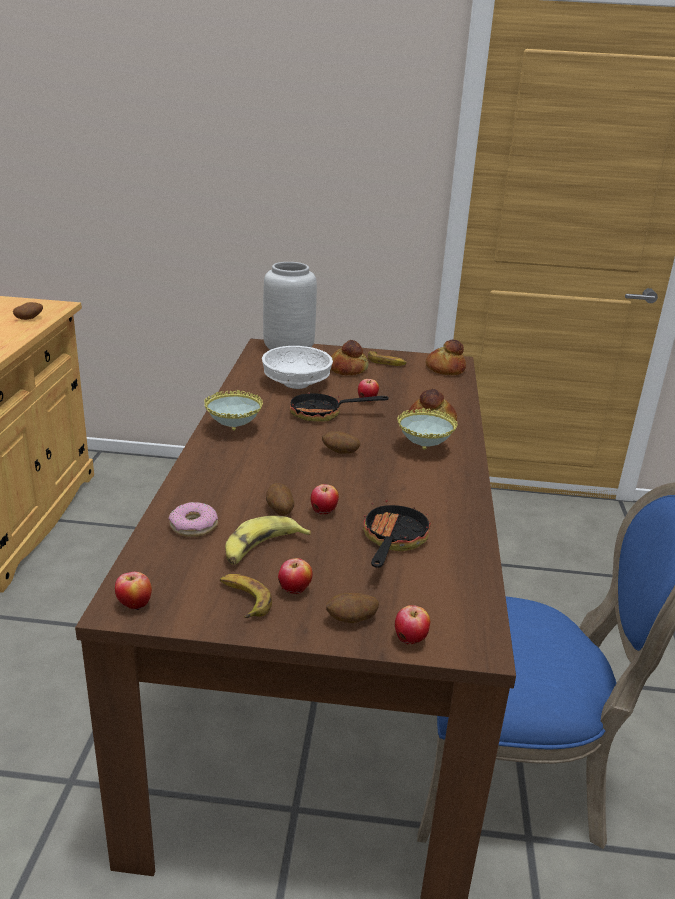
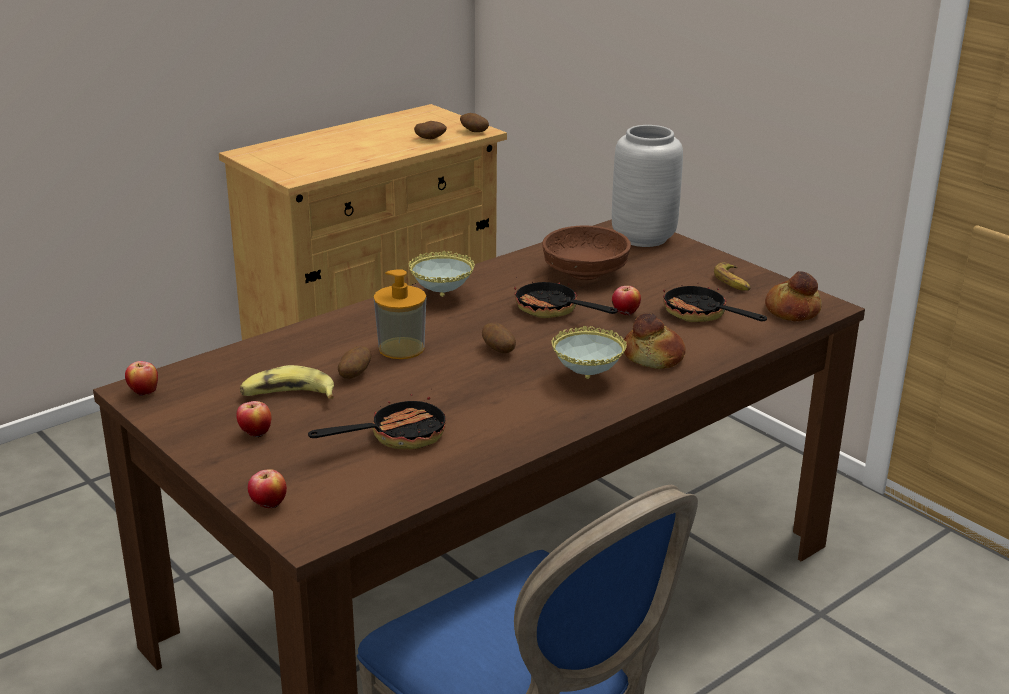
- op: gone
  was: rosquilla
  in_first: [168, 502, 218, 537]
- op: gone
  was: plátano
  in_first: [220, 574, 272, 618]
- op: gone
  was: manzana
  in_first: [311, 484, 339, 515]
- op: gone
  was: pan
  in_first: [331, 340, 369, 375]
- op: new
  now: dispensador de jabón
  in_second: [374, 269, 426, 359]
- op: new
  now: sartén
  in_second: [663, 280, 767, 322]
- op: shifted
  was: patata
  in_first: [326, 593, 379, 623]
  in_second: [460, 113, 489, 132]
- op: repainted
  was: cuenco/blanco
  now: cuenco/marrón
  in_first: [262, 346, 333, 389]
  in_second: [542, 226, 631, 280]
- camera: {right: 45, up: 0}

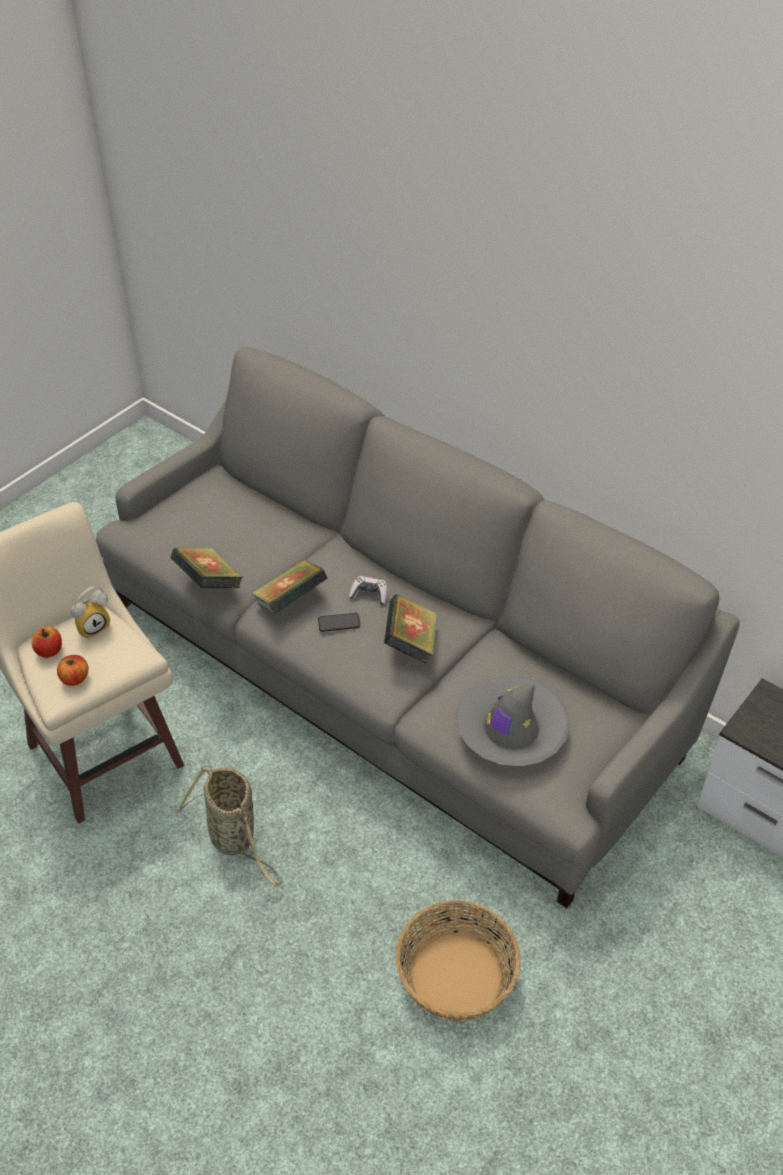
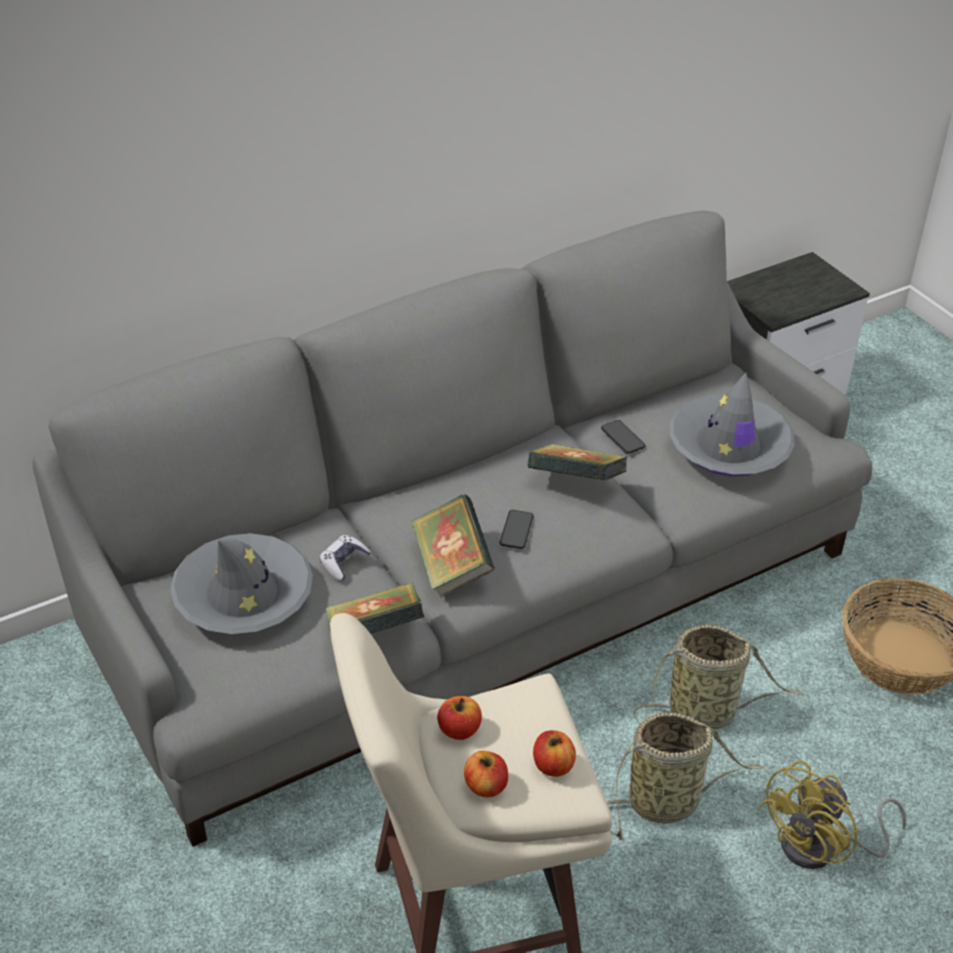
- op: new
  now: sombrero/gris
  in_second: [170, 533, 313, 634]
- op: new
  now: móvil
  in_second: [601, 420, 646, 454]
- op: new
  now: cesta
  in_second: [633, 624, 804, 730]
- op: new
  now: ventilador/amarillo
  in_second: [759, 760, 906, 869]
- op: shifted
  was: mando de consola
  in_first: [349, 576, 387, 605]
  in_second: [320, 535, 371, 581]
- op: swapped
  was: despertador
  now: manzana
  in_first: [71, 586, 110, 639]
  in_second: [437, 696, 482, 740]
- camera: {right: -70, up: -5}

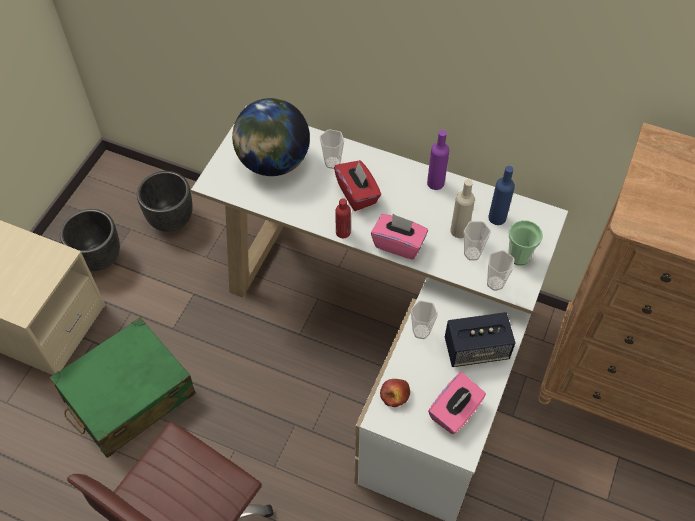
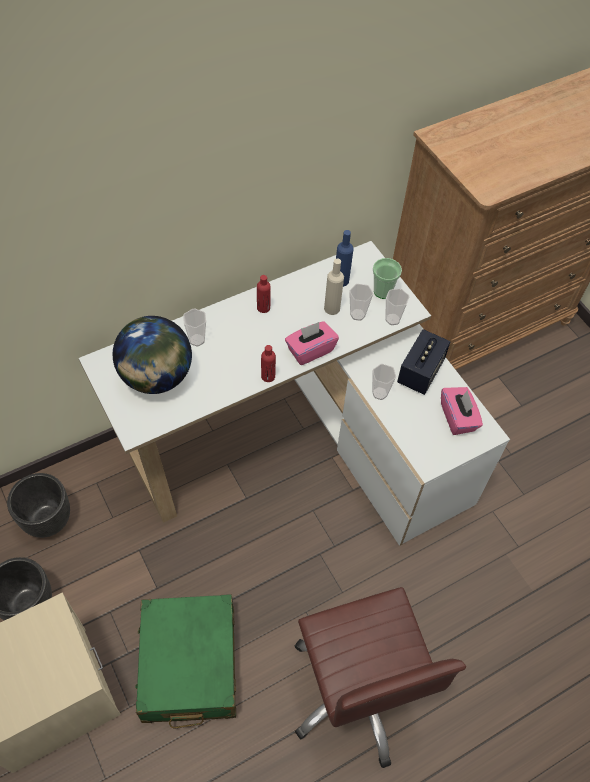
- op: gone
  was: caja de pañuelos/rojo
  in_first: [334, 160, 381, 211]
- op: gone
  was: manzana
  in_first: [380, 379, 410, 407]
- op: gone
  was: botella/morado
  in_first: [427, 130, 450, 190]
- op: new
  now: botella/rojo
  in_second: [257, 275, 271, 313]
- camera: {right: -55, up: 0}

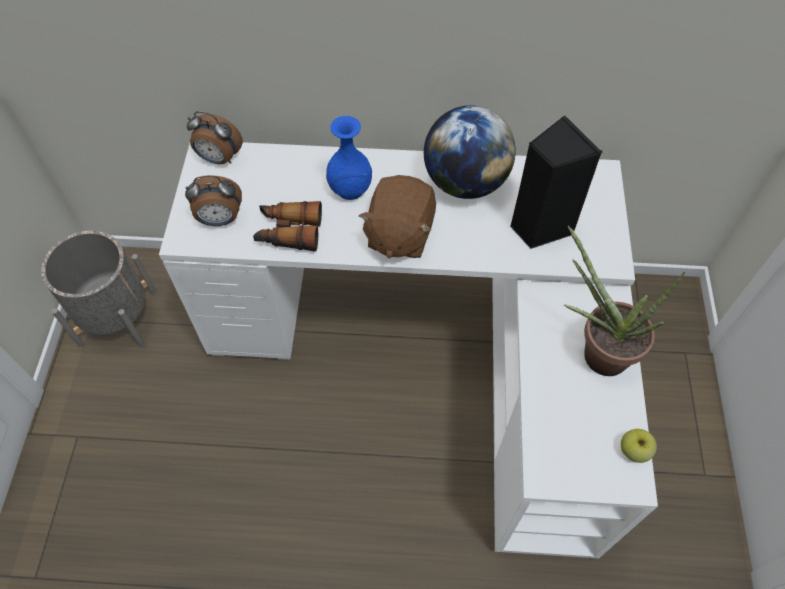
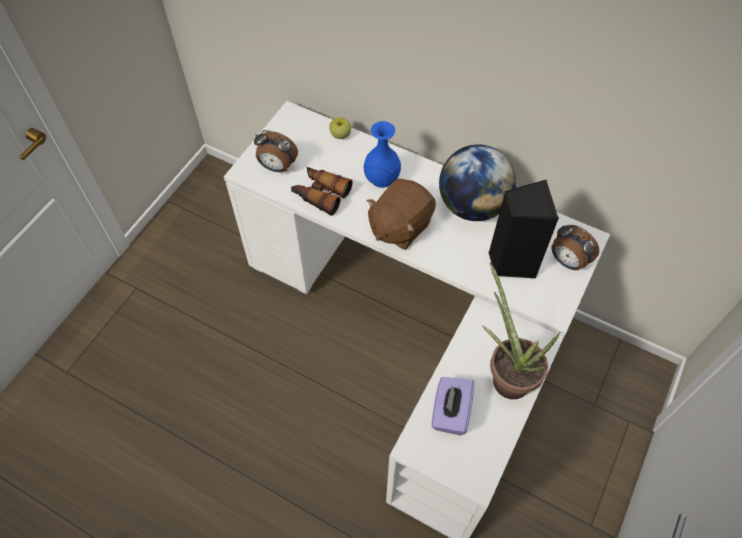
- op: gone
  was: maceta/gris
  in_first: [41, 231, 157, 348]
- op: new
  now: caja de pañuelos/morado
  in_second: [432, 377, 474, 435]
- op: shifted
  was: despertador
  in_first: [187, 111, 243, 164]
  in_second: [551, 225, 599, 270]
- op: shifted
  was: manzana
  in_first: [621, 429, 657, 463]
  in_second: [329, 118, 351, 139]
- camera: {right: 25, up: 0}

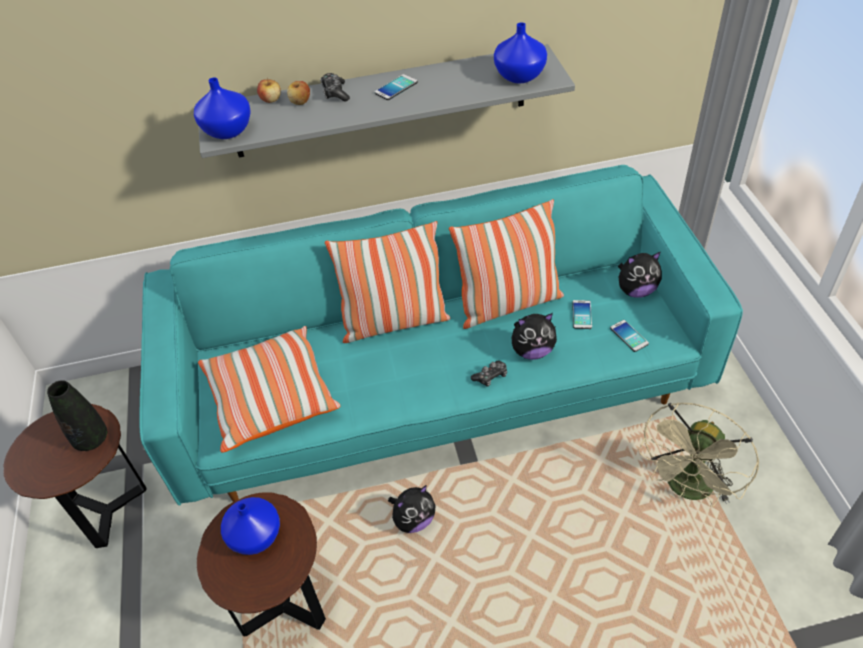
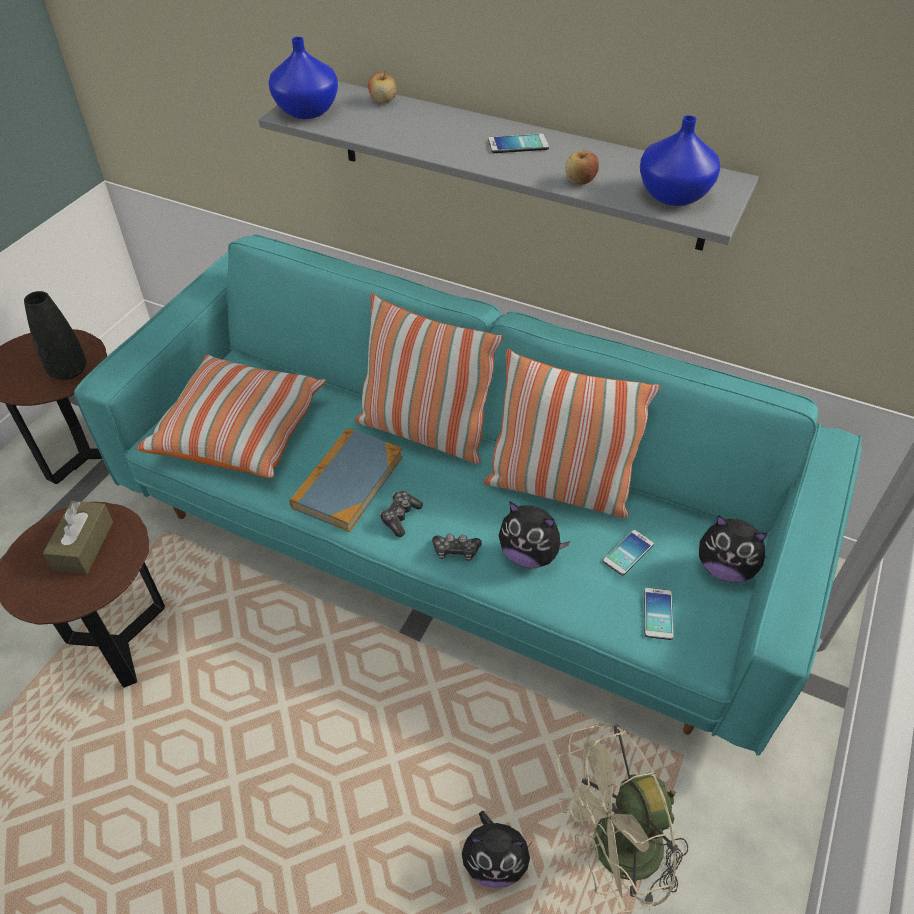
- op: new
  now: libro
  in_second: [290, 428, 403, 532]
- op: shifted
  was: manzana
  in_first: [287, 81, 310, 105]
  in_second: [565, 151, 599, 185]
- op: shifted
  was: mando de consola
  in_first: [320, 73, 350, 102]
  in_second: [380, 491, 423, 537]
- op: shifted
  was: peluche
  in_first: [388, 485, 436, 533]
  in_second: [462, 811, 534, 888]
- op: swapped
  was: florero/azul
  now: caja de pañuelos/marrón
  in_first: [221, 497, 280, 555]
  in_second: [43, 501, 113, 574]
- camera: {right: 35, up: 0}

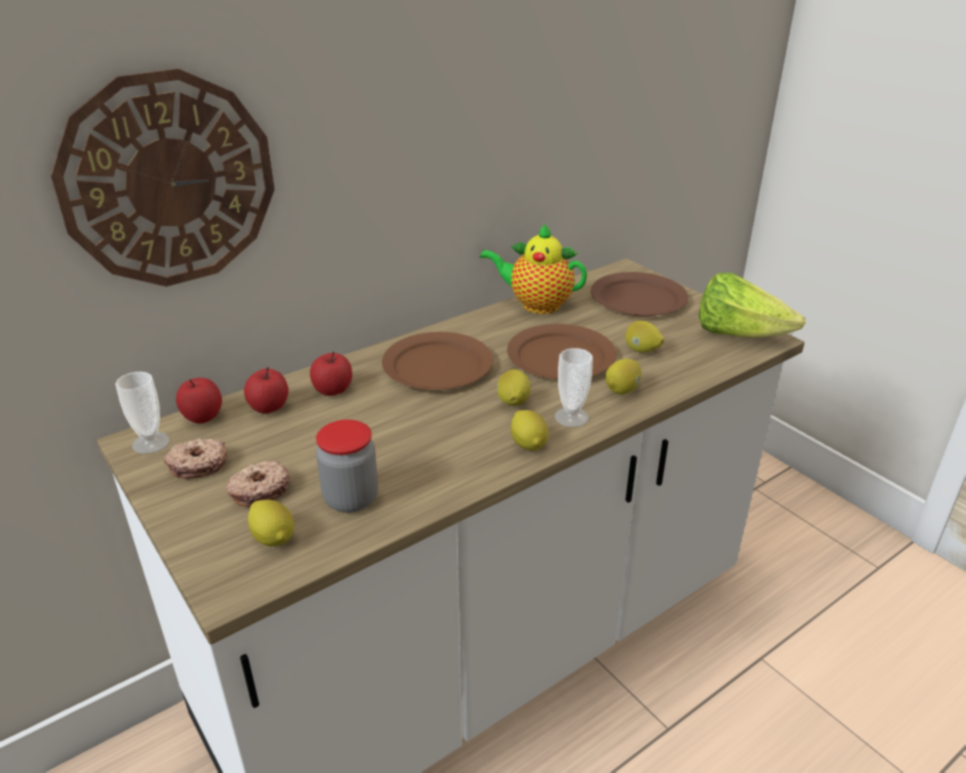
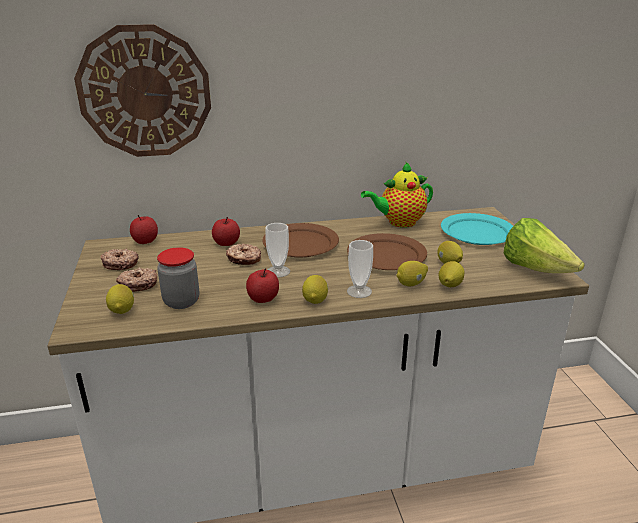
- op: new
  now: rosquilla
  in_second: [226, 244, 261, 265]
- op: shifted
  was: taza
  in_first: [115, 372, 170, 454]
  in_second: [265, 223, 290, 277]
- op: shifted
  was: manzana
  in_first: [244, 367, 289, 414]
  in_second: [246, 268, 279, 303]
- op: shifted
  was: limón
  in_first: [497, 369, 530, 406]
  in_second: [439, 261, 464, 287]
- op: repainted
  was: plato/marrón
  now: plato/turquesa
  in_first: [591, 272, 688, 316]
  in_second: [441, 213, 513, 245]
- op: rotated
  was: tetera
  in_first: [480, 223, 587, 314]
  in_second: [361, 161, 433, 228]
  clockwise: -60
- camera: {right: 25, up: -5}

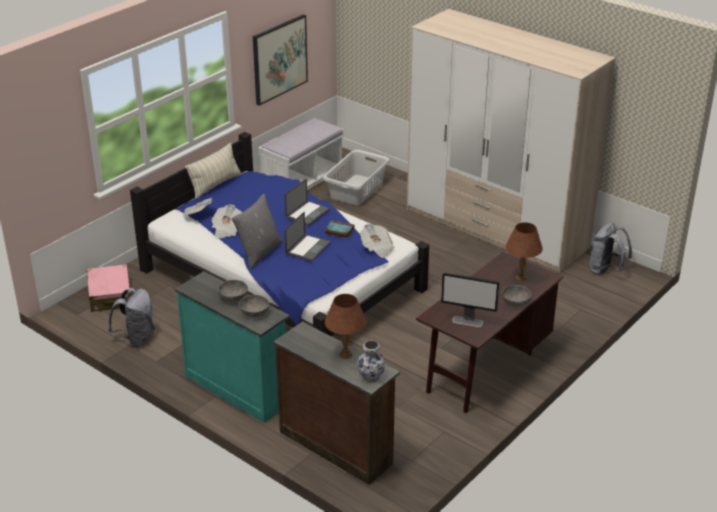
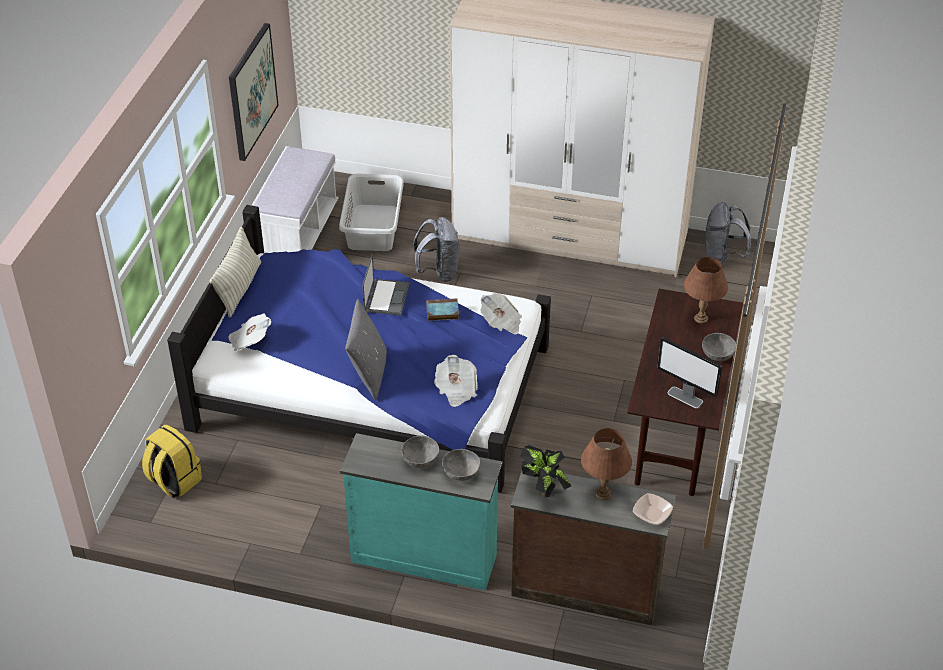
- op: gone
  was: portátil
  in_first: [285, 212, 331, 262]
- op: new
  now: planta en maceta
  in_second: [520, 445, 571, 498]
- op: shifted
  was: mochila/gris
  in_first: [108, 288, 155, 347]
  in_second: [413, 217, 459, 282]
- op: shifted
  was: periódico
  in_first: [212, 205, 242, 238]
  in_second: [434, 355, 477, 407]
- op: swapped
  was: maleta/rosa
  now: mochila/amarillo
  in_first: [87, 264, 131, 312]
  in_second: [142, 425, 202, 498]
- op: swapped
  was: florero
  now: cuenco
  in_first: [357, 340, 385, 383]
  in_second: [633, 493, 673, 525]
- op: rotated
  was: monitor
  in_first: [441, 273, 499, 327]
  in_second: [657, 337, 722, 409]
  clockwise: 45
- camera: {right: -25, up: 10}

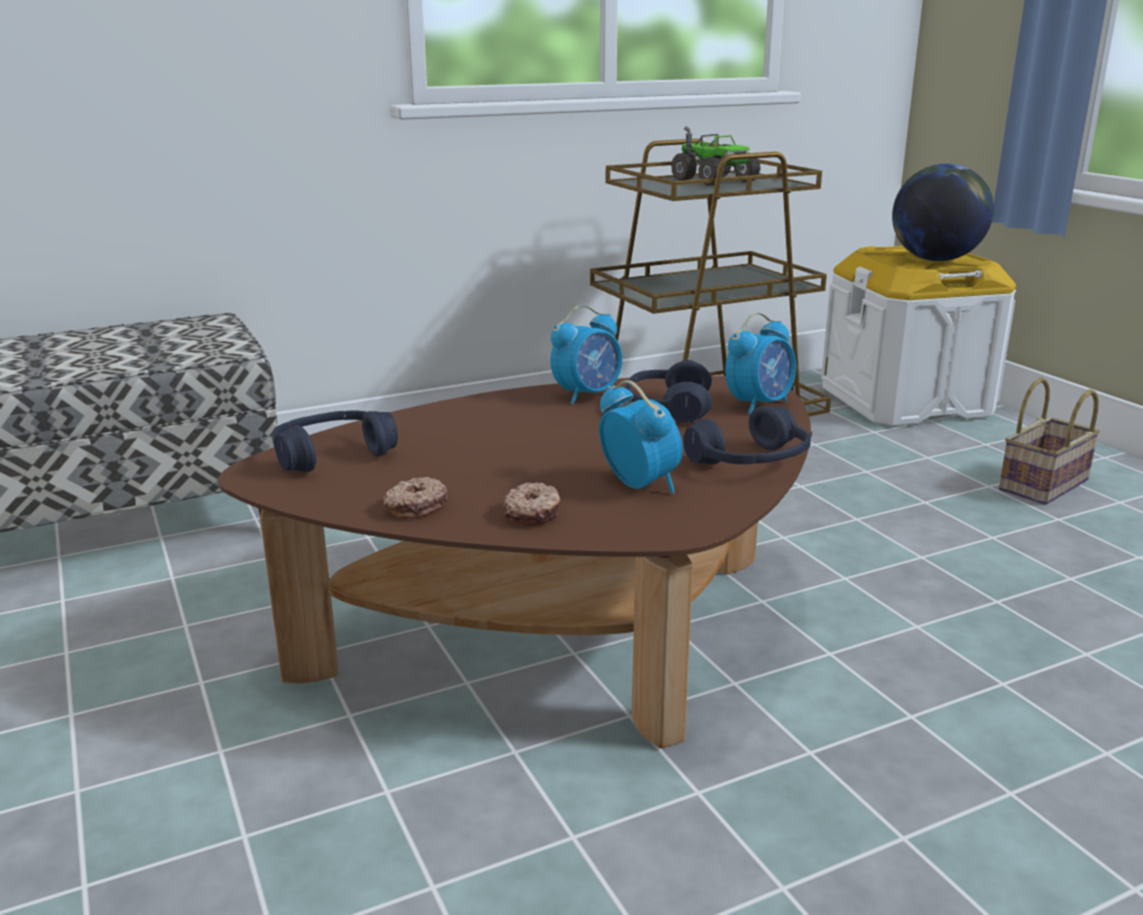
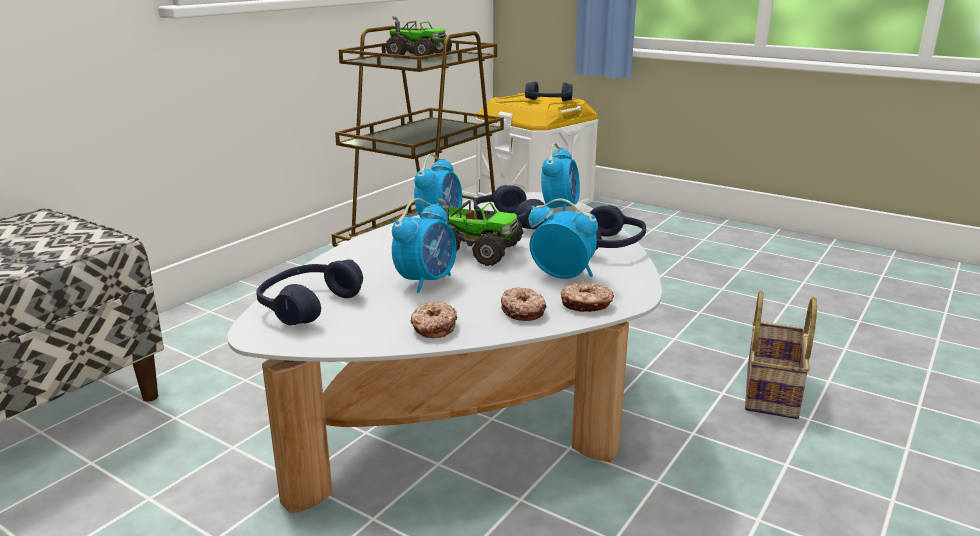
- op: new
  now: despertador
  in_second: [392, 198, 457, 293]
- op: new
  now: camión de juguete
  in_second: [438, 198, 524, 266]
- op: new
  now: rosquilla
  in_second: [561, 283, 614, 312]
- op: shifted
  was: cesta
  in_first: [999, 378, 1100, 505]
  in_second: [745, 291, 817, 419]
- op: swapped
  was: globo terráqueo
  now: auriculares/azul
  in_first: [892, 163, 994, 261]
  in_second: [525, 82, 573, 101]
- op: repainted
  was: mesa de centro/marrón
  now: mesa de centro/blanco
  in_first: [218, 376, 811, 749]
  in_second: [227, 192, 662, 514]
- camera: {right: -30, up: 0}

